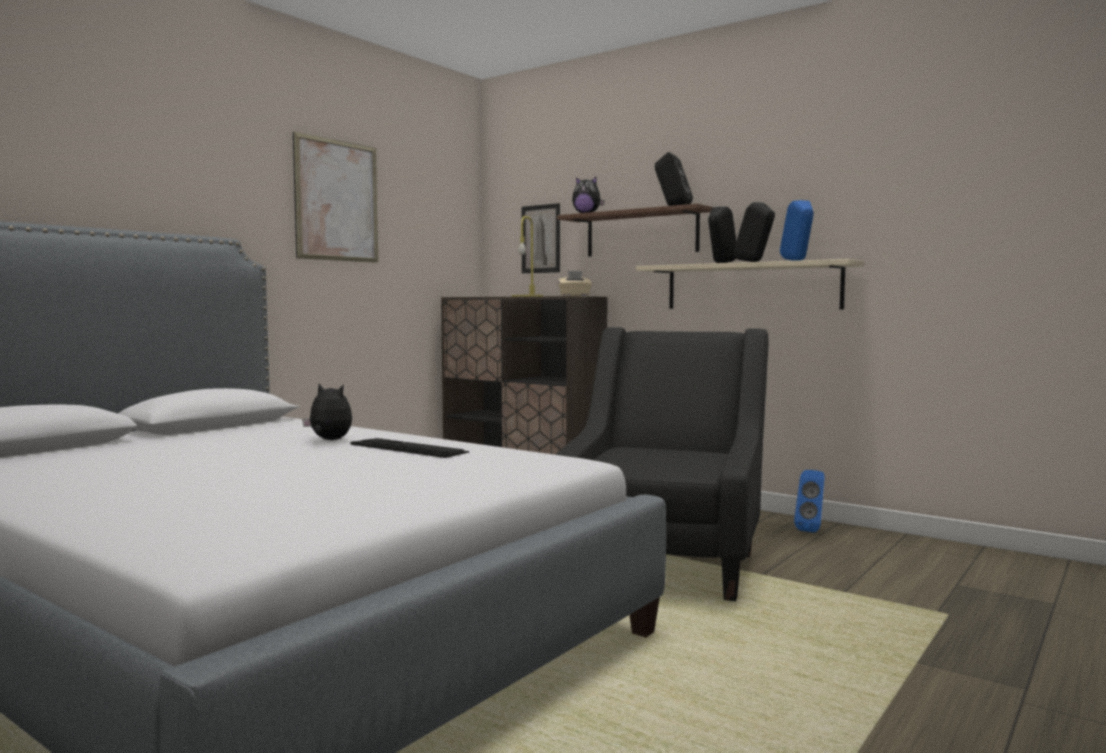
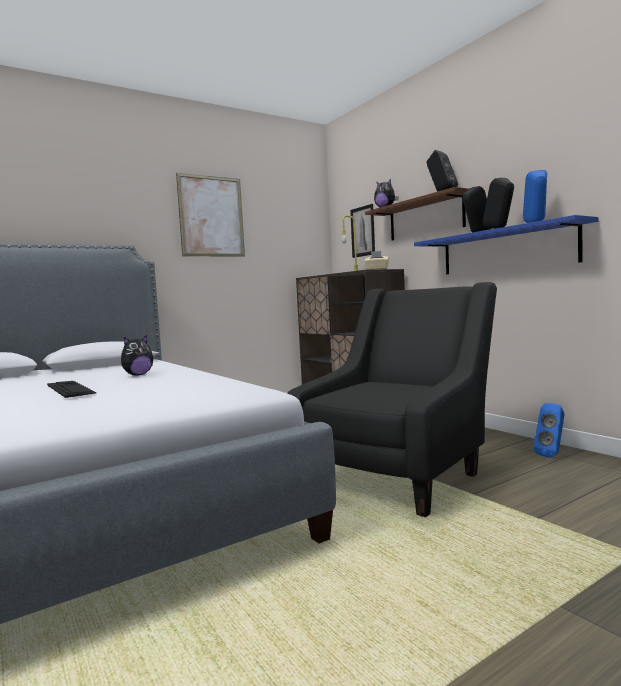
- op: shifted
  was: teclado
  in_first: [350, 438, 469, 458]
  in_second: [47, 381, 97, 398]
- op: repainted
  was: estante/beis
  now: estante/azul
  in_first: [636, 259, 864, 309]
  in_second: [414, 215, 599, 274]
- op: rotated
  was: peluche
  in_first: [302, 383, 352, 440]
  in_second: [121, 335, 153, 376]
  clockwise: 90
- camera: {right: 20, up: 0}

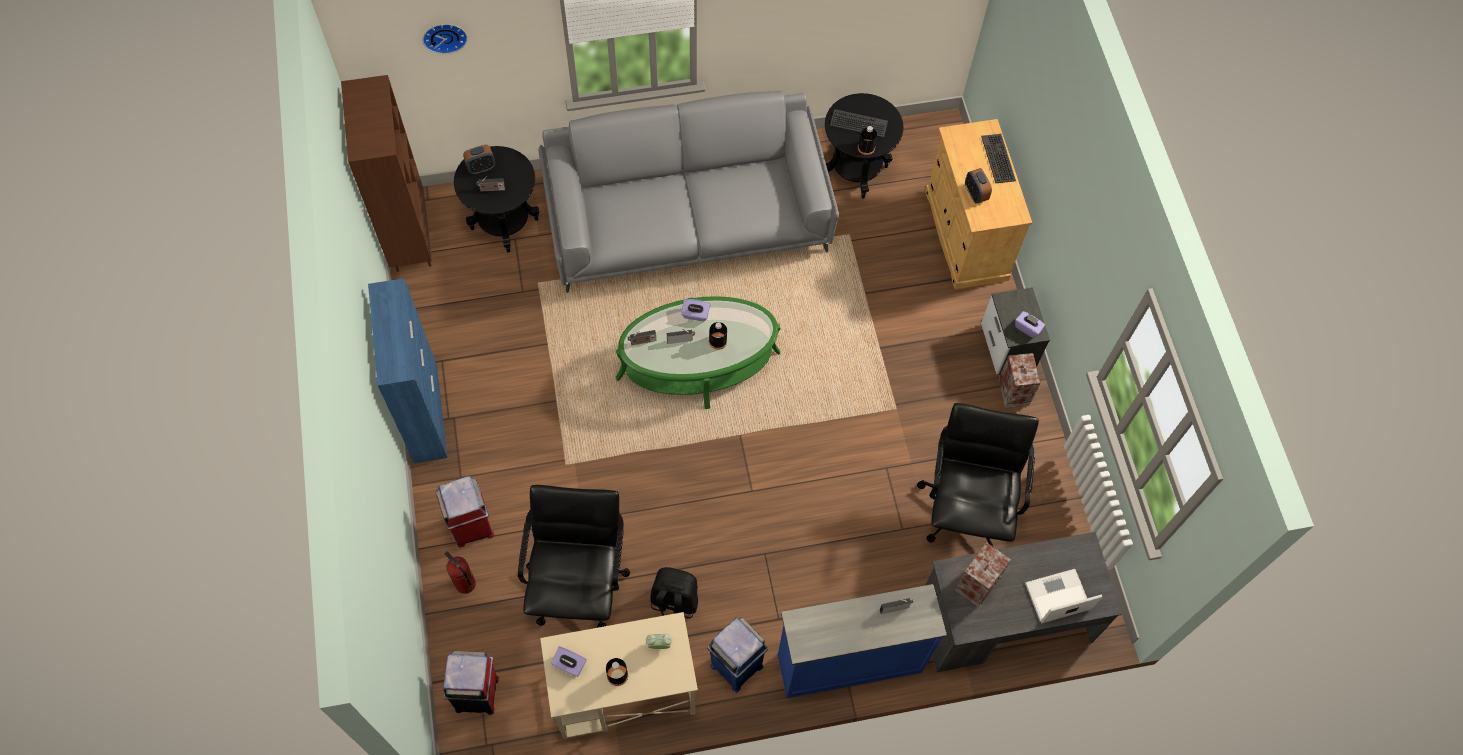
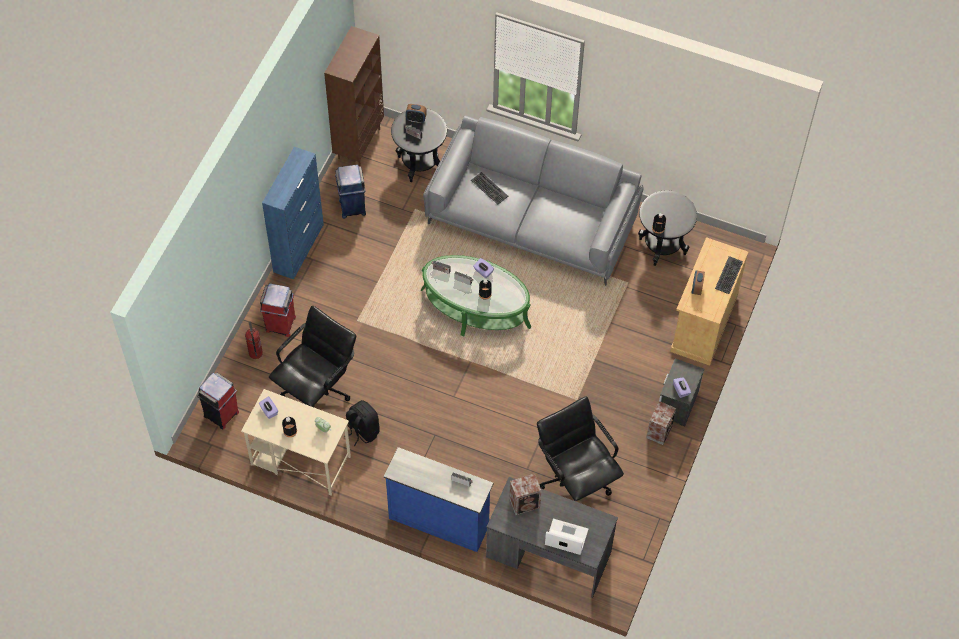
- op: gone
  was: reloj de pared
  in_first: [423, 24, 467, 54]
- op: shifted
  was: papelera/azul
  in_first: [707, 617, 768, 693]
  in_second: [335, 164, 366, 219]
- op: shifted
  was: teclado
  in_first: [830, 109, 888, 138]
  in_second: [471, 172, 508, 204]
- op: rotated
  was: silla de oficina/negro
  in_first: [917, 403, 1039, 547]
  in_second: [537, 396, 624, 501]
  clockwise: -75
- camera: {right: 35, up: -5}

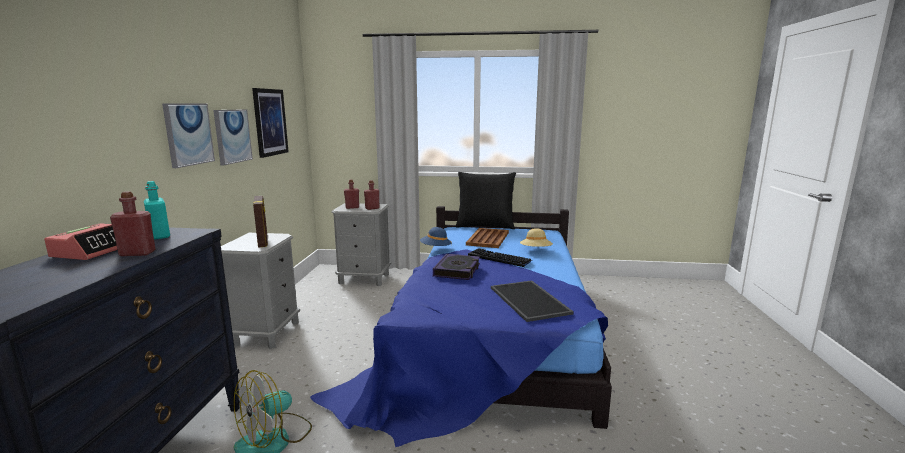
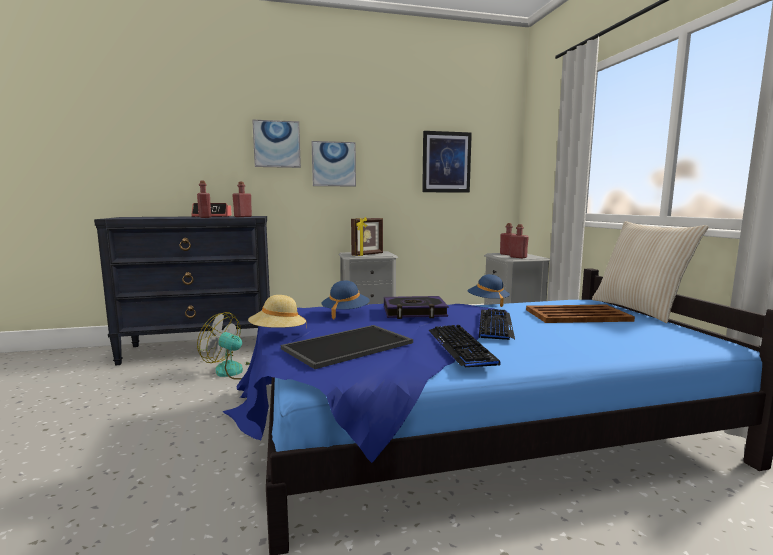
- op: new
  now: sombrero/azul
  in_second: [321, 280, 370, 319]
- op: new
  now: teclado
  in_second: [428, 325, 500, 367]
- op: shifted
  was: cuadro
  in_first: [213, 109, 253, 165]
  in_second: [252, 119, 301, 168]
- op: shifted
  was: sombrero/beis
  in_first: [520, 228, 553, 247]
  in_second: [248, 295, 307, 330]
- op: repainted
  was: botella/turquesa
  now: botella/rojo
  in_first: [144, 181, 170, 240]
  in_second: [232, 182, 252, 217]
- op: repainted
  was: cojín/negro
  now: cojín/beis
  in_first: [456, 172, 516, 229]
  in_second: [592, 221, 709, 323]
- camera: {right: 70, up: -5}

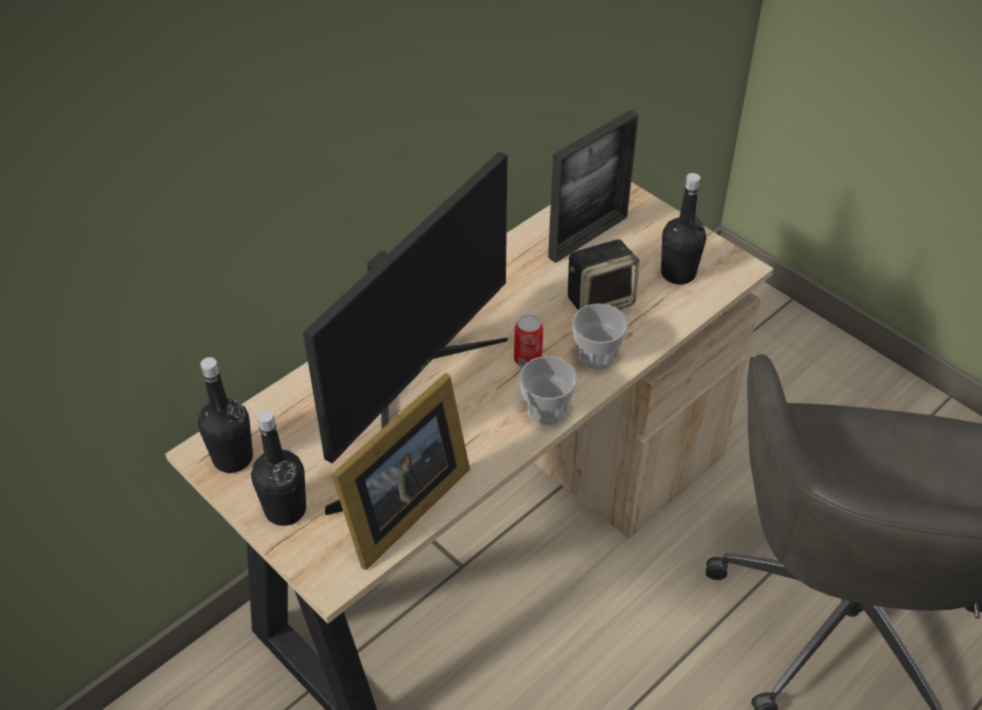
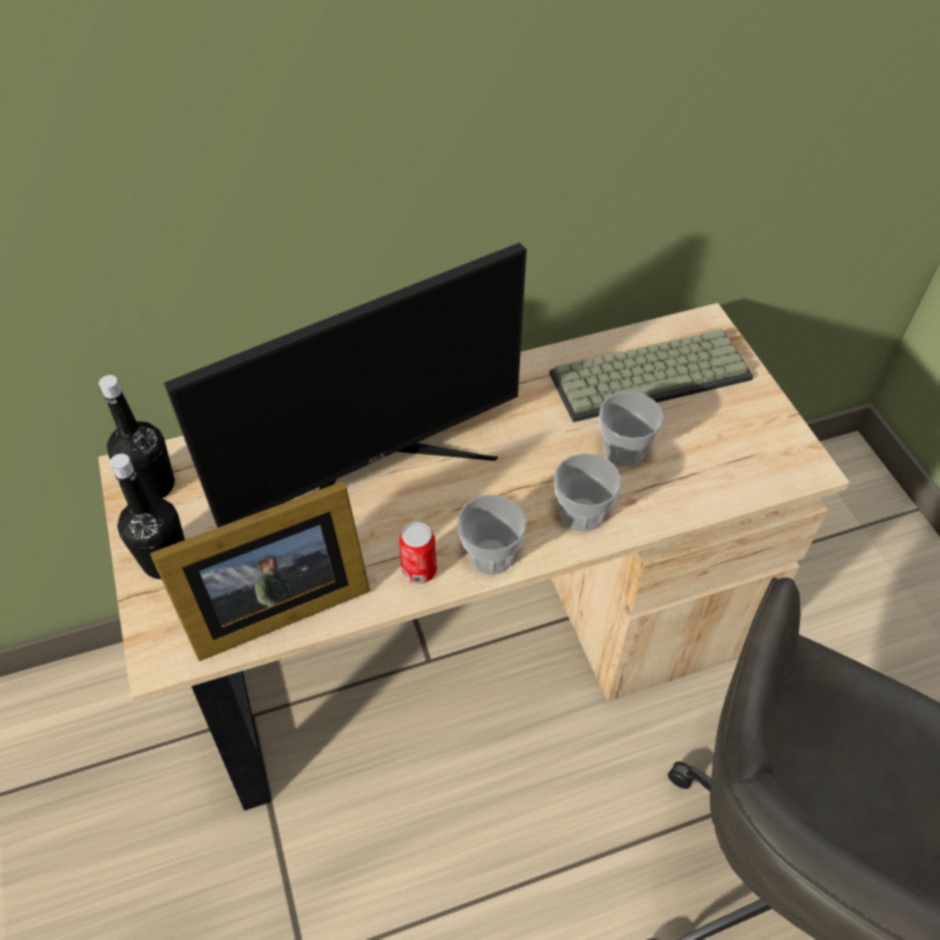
- op: gone
  was: botella/negro
  in_first: [661, 173, 706, 285]
- op: shifted
  was: lata
  in_first: [514, 315, 543, 367]
  in_second: [399, 522, 437, 584]
- op: swapped
  was: portarretratos
  now: teclado
  in_first: [548, 110, 639, 263]
  in_second: [549, 329, 753, 422]
- op: swapped
  was: altavoz
  now: taza
  in_first: [568, 240, 639, 310]
  in_second: [599, 391, 664, 466]
- camera: {right: 25, up: 5}

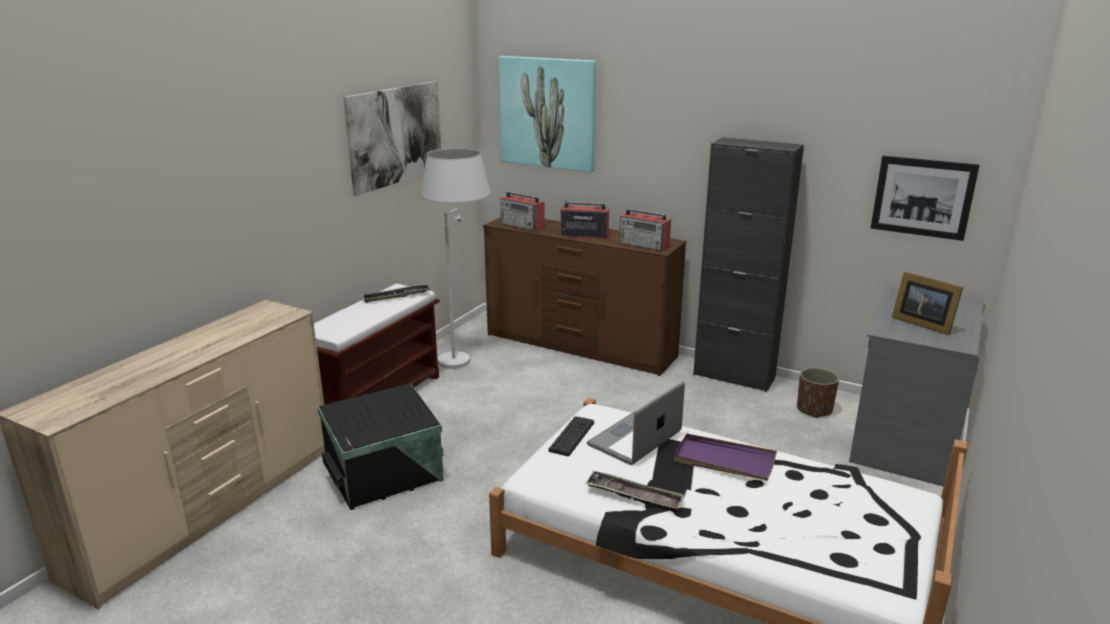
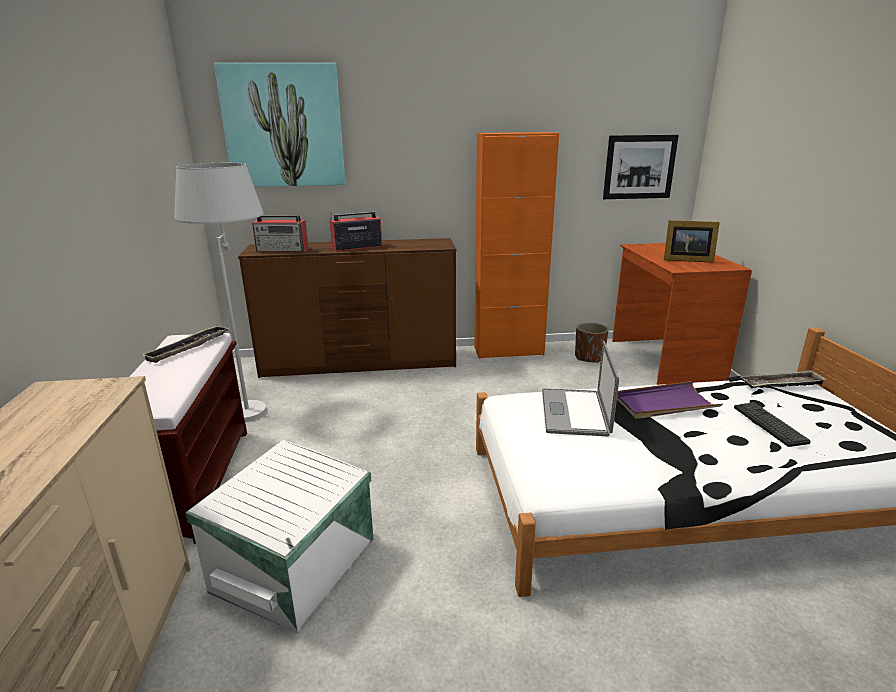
- op: gone
  was: cuadro
  in_first: [343, 81, 441, 196]
- op: gone
  was: radio
  in_first: [619, 209, 671, 251]
- op: shifted
  was: teclado
  in_first: [548, 416, 594, 456]
  in_second: [734, 402, 811, 447]
- op: shifted
  was: bandeja
  in_first: [585, 471, 685, 513]
  in_second: [741, 370, 827, 388]
- op: repainted
  was: caja de almacenaje/negro
  now: caja de almacenaje/blanco
  in_first: [318, 383, 444, 510]
  in_second: [185, 440, 373, 633]
- op: repainted
  was: armario/negro
  now: armario/naranja
  in_first: [693, 137, 804, 392]
  in_second: [474, 132, 559, 359]
- op: repainted
  was: escritorio/gris
  now: escritorio/marrón
  in_first: [849, 286, 985, 487]
  in_second: [612, 243, 752, 385]
- camera: {right: -35, up: 0}

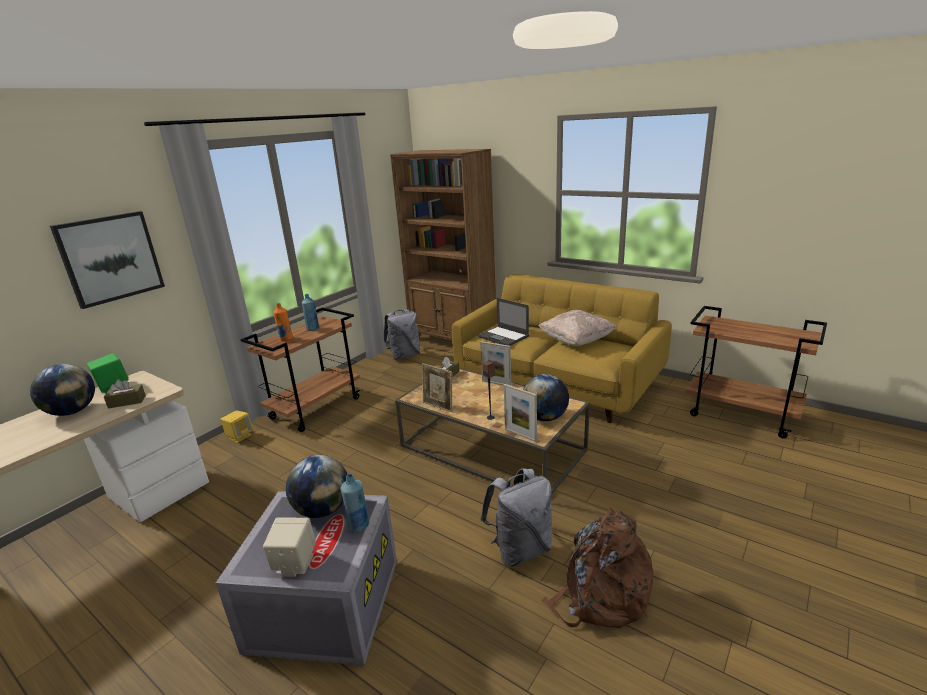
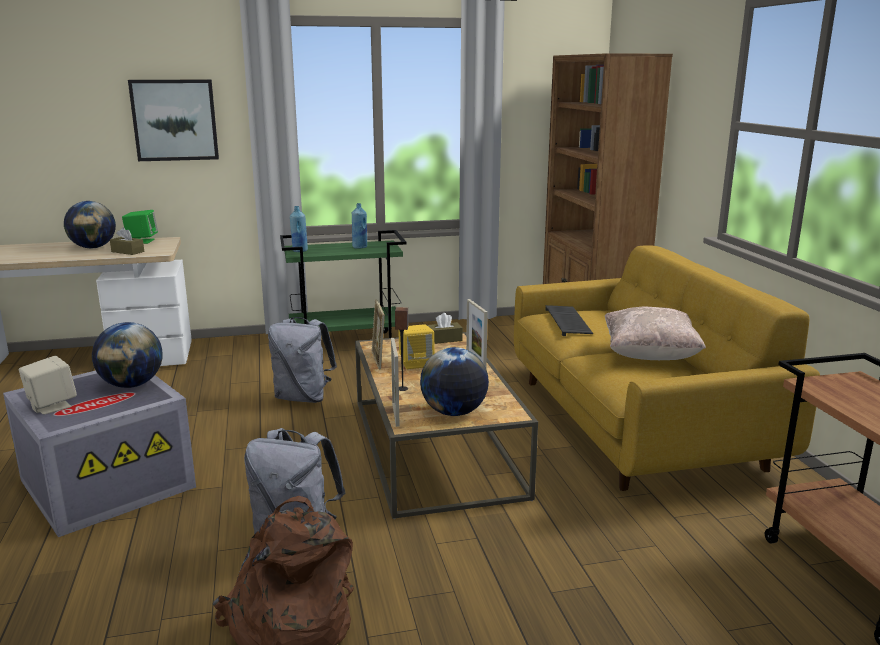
- op: gone
  was: botella/naranja
  in_first: [273, 303, 293, 341]
- op: shifted
  was: altavoz/amarillo
  in_first: [220, 410, 253, 443]
  in_second: [398, 324, 435, 369]
- op: shifted
  was: botella/azul
  in_first: [341, 473, 369, 532]
  in_second: [290, 206, 308, 252]
- op: shifted
  was: mochila/gris
  in_first: [384, 309, 420, 360]
  in_second: [268, 317, 337, 403]
- op: swapped
  was: portátil
  now: teclado
  in_first: [477, 298, 529, 346]
  in_second: [545, 305, 593, 336]
- op: repainted
  was: carrito/marrón
  now: carrito/verde
  in_first: [241, 307, 360, 432]
  in_second: [280, 230, 406, 338]
- camera: {right: 40, up: -5}

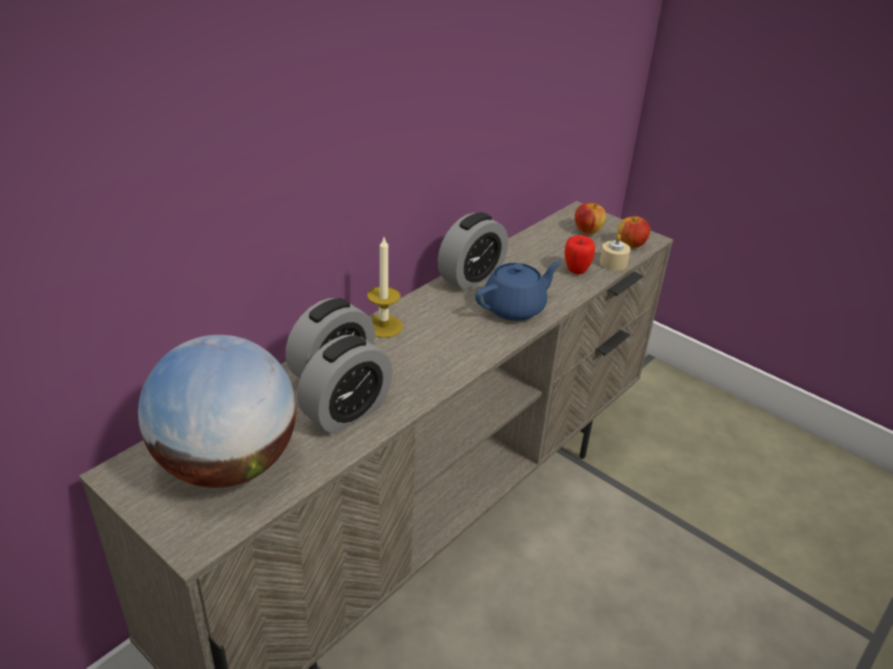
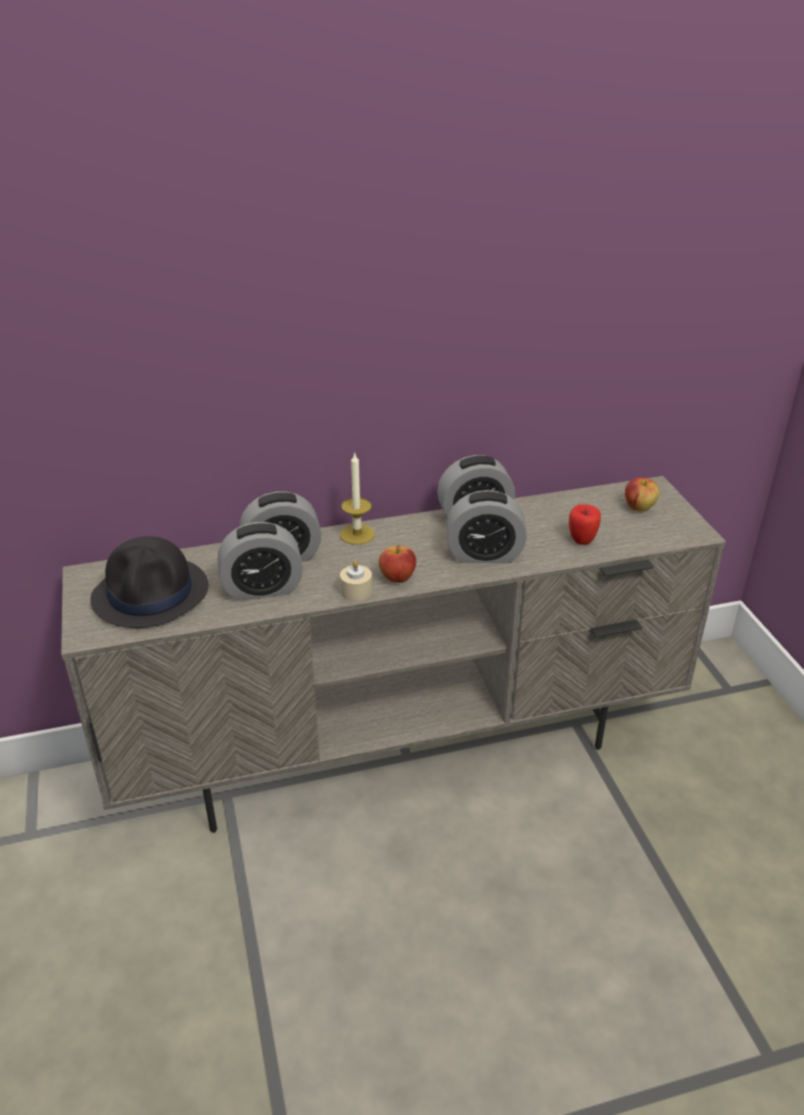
- op: shifted
  was: vela/beis
  in_first: [600, 234, 631, 271]
  in_second: [340, 560, 372, 601]
- op: shifted
  was: manzana
  in_first: [618, 215, 650, 248]
  in_second: [379, 545, 416, 583]
- op: swapped
  was: globo terráqueo
  now: sombrero/negro
  in_first: [138, 335, 296, 488]
  in_second: [90, 536, 208, 628]
- op: swapped
  was: tetera/azul
  now: despertador
  in_first: [475, 261, 561, 321]
  in_second: [447, 490, 527, 563]
- camera: {right: 35, up: 0}

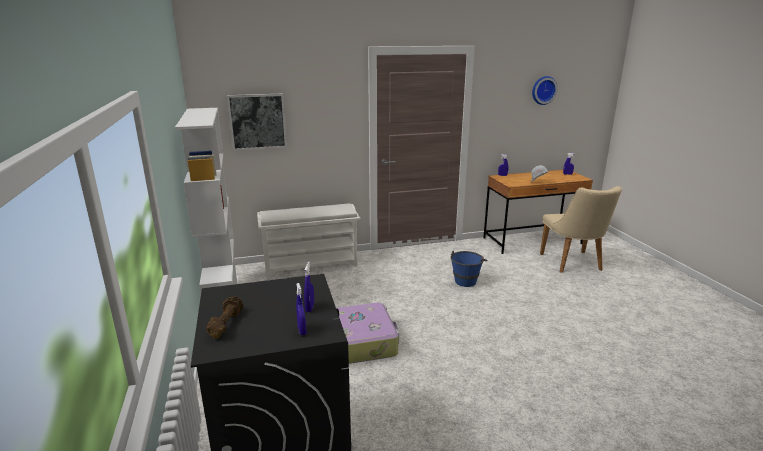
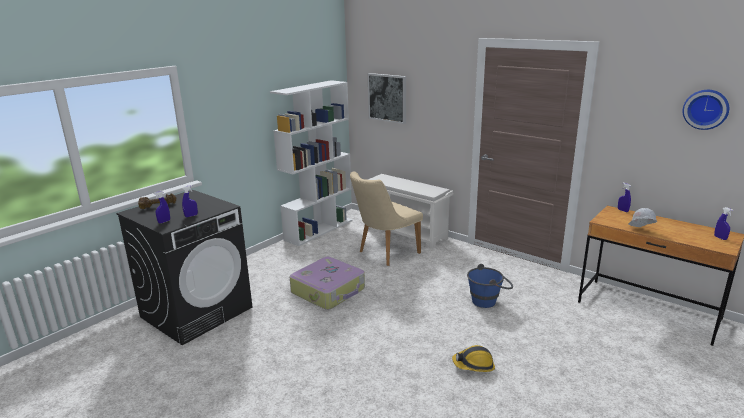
- op: new
  now: casco
  in_second: [452, 345, 495, 372]
- op: shifted
  was: silla/beis
  in_first: [540, 186, 622, 273]
  in_second: [350, 171, 423, 266]
- camera: {right: 55, up: 0}

